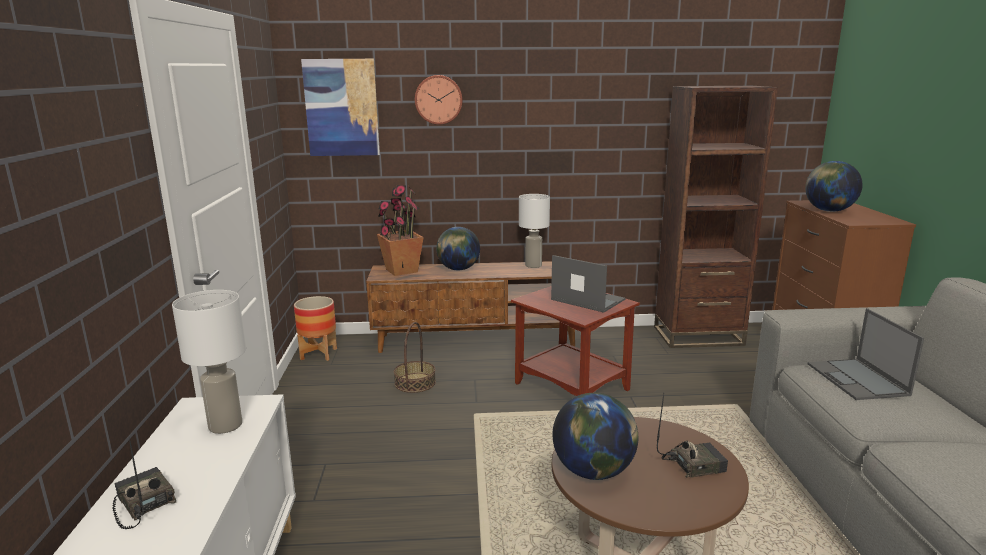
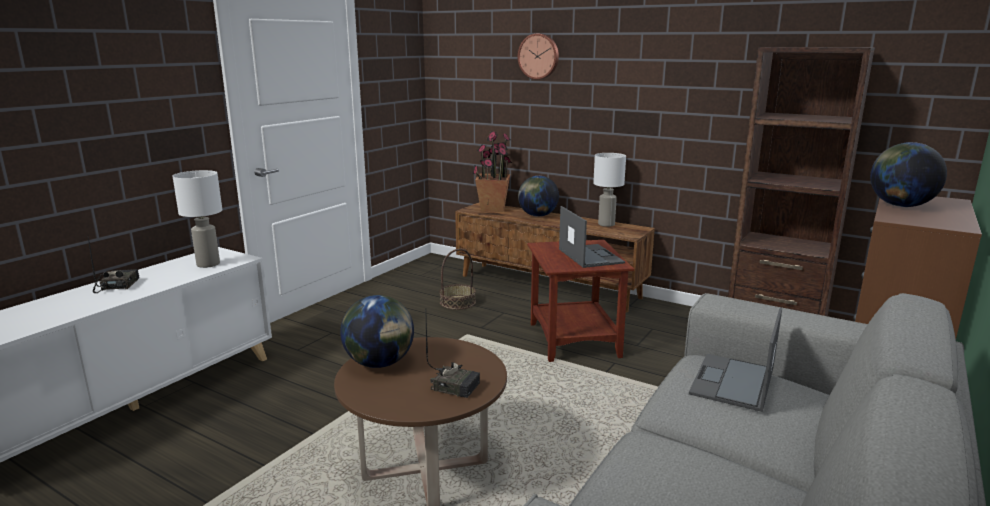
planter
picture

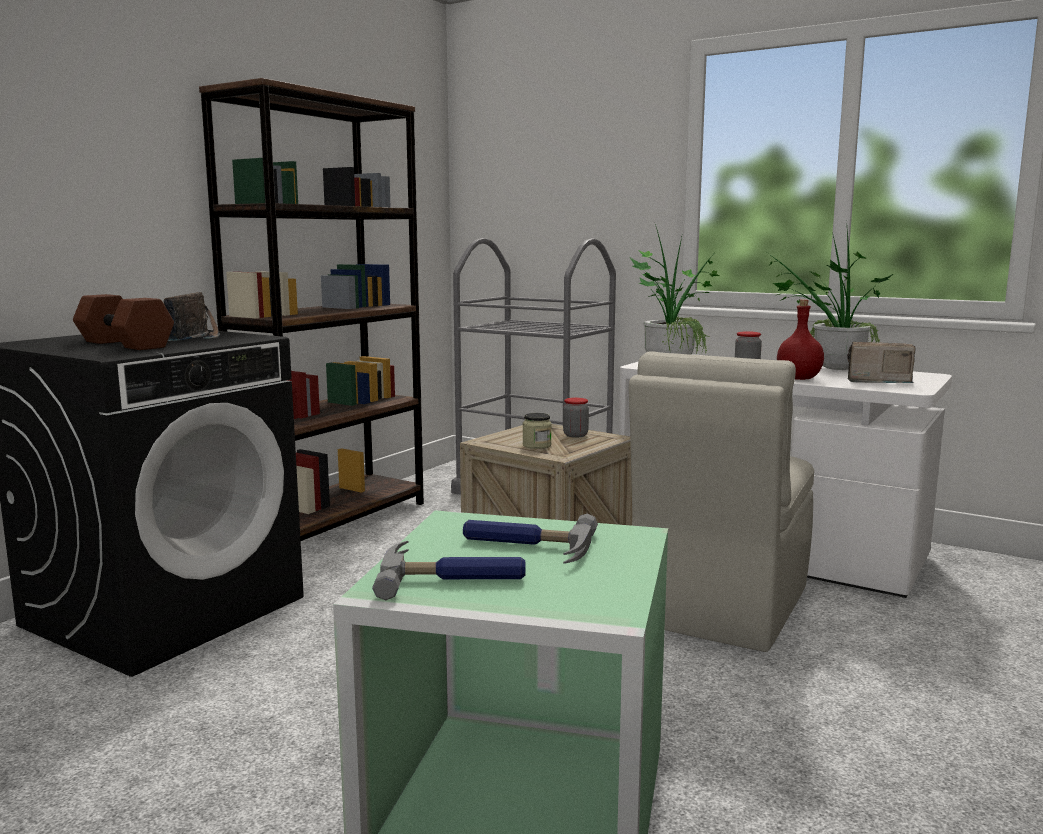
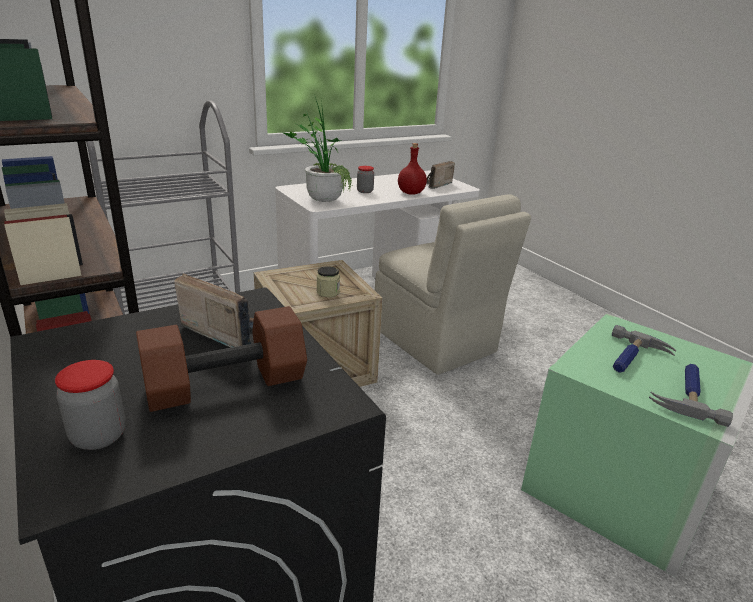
jar (no. 1 from left)
potted plant (no. 2 from left in the first image)

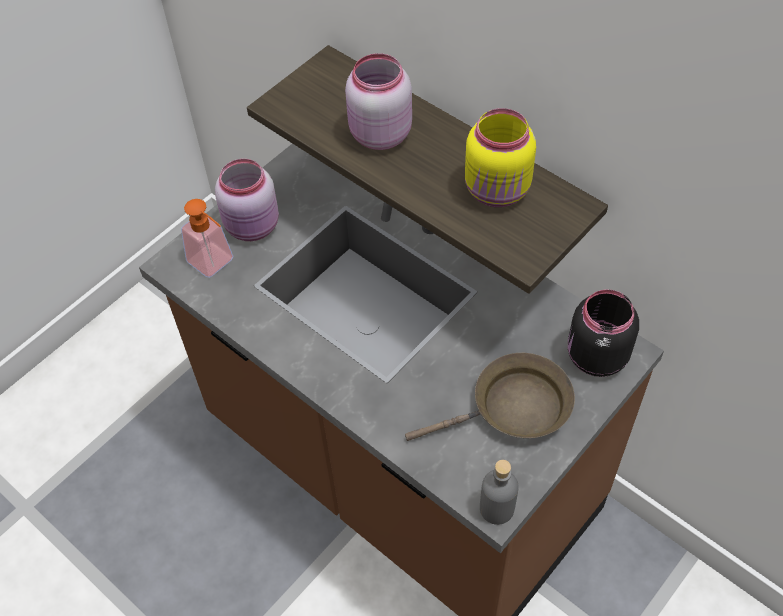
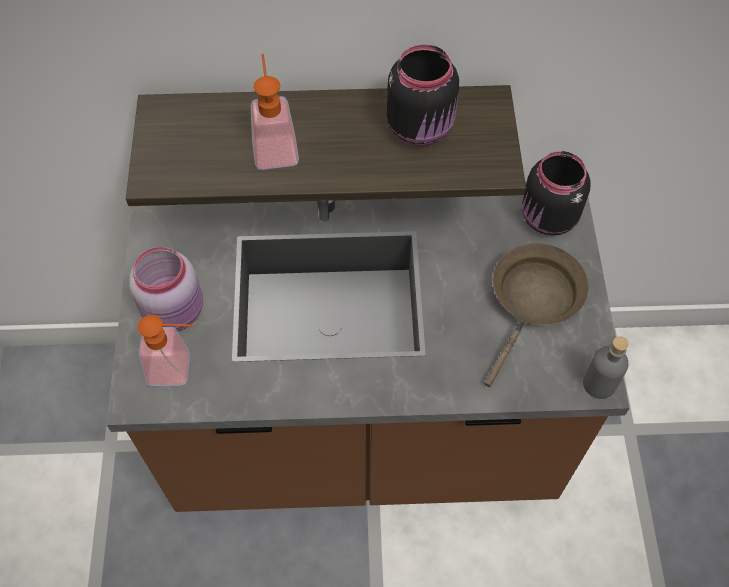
soap dispenser (no. 2 from left)
jar (black) (no. 1 from left)

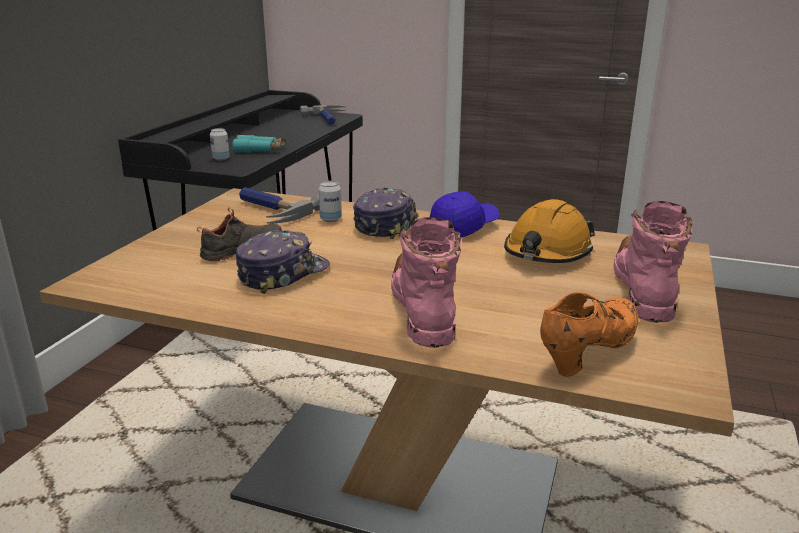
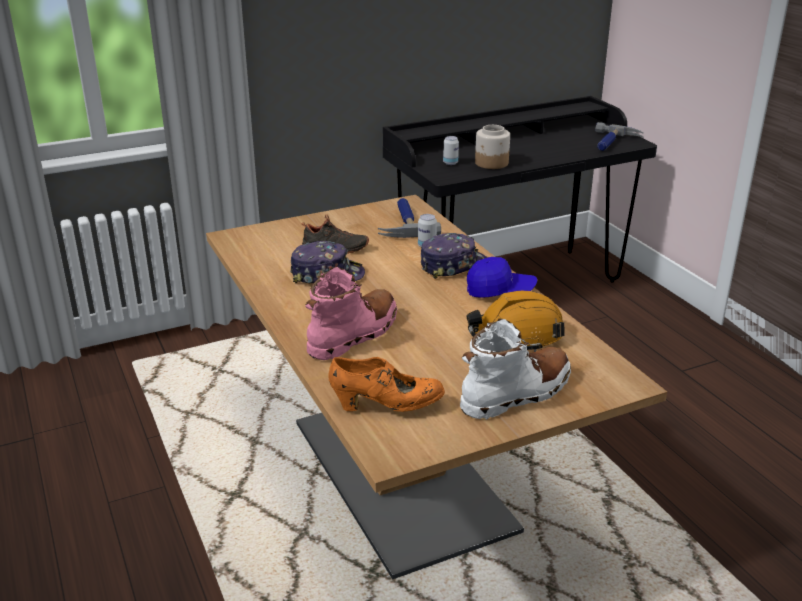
jar
boot (white)

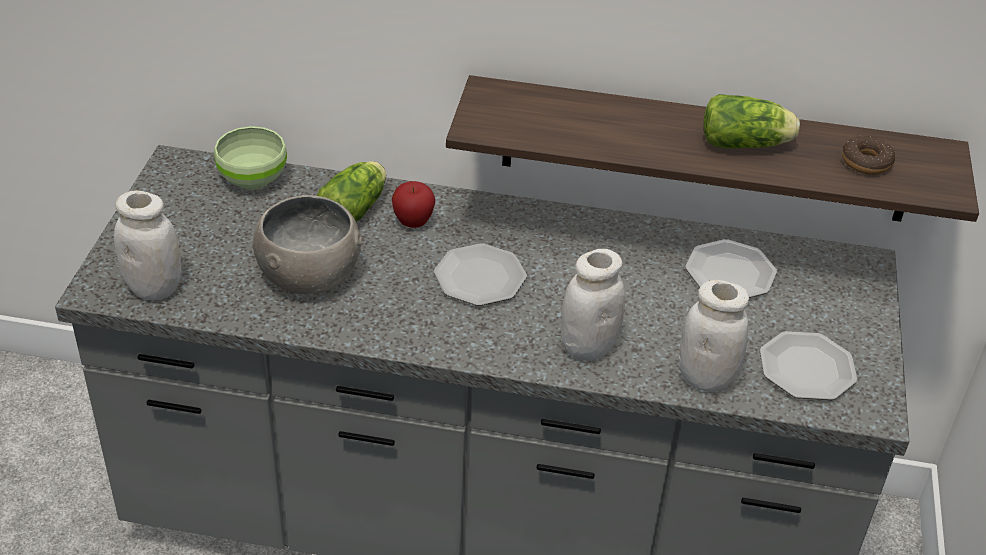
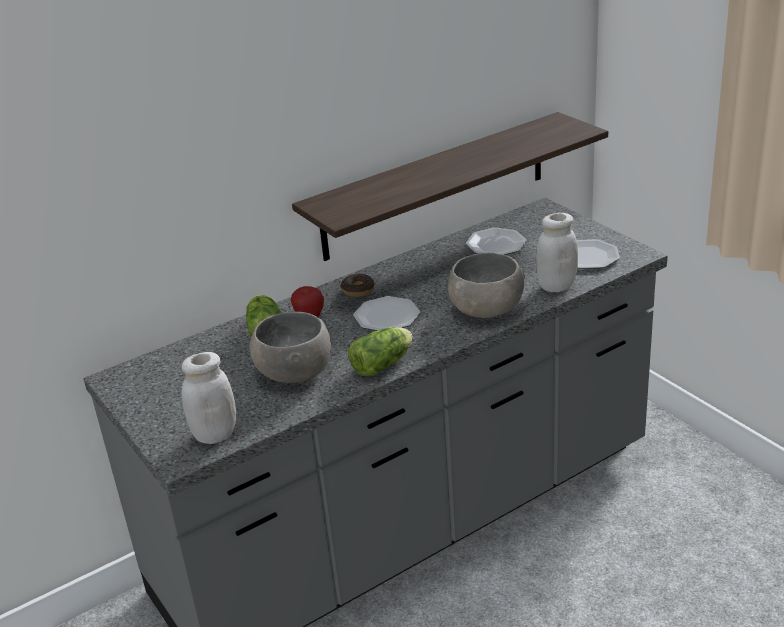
bowl (green)
bowl (grey) (no. 2 from left)
lettuce (no. 2 from left)
donut

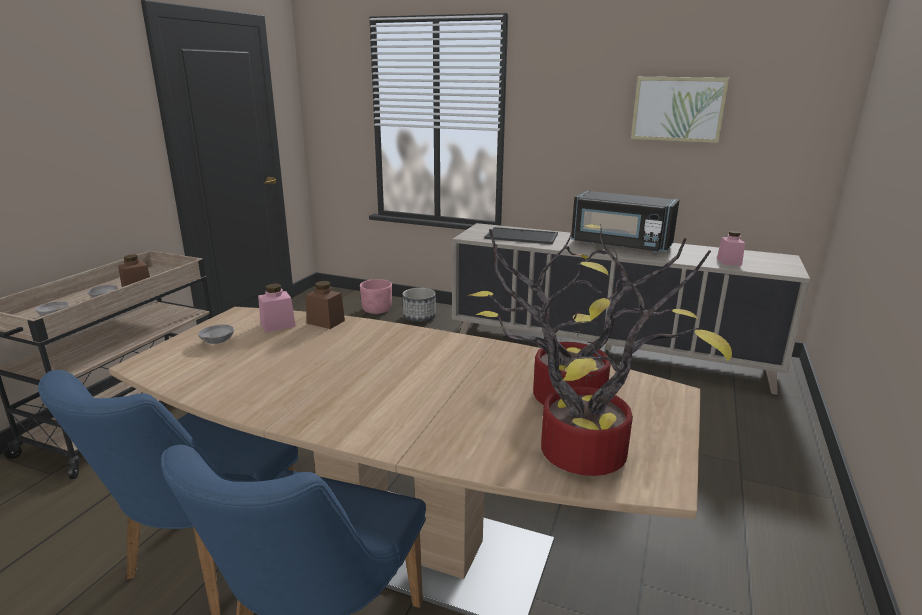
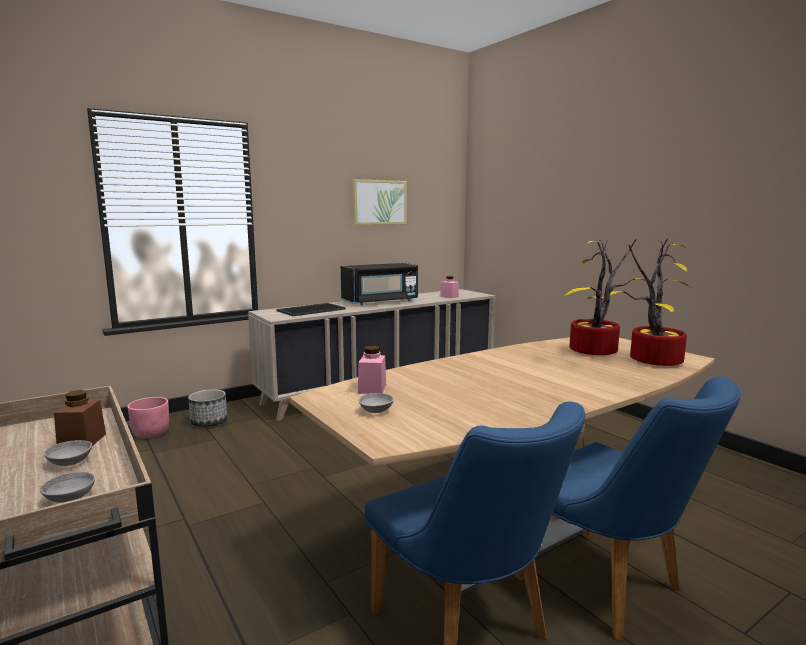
jar (brown) (no. 2 from left in the first image)

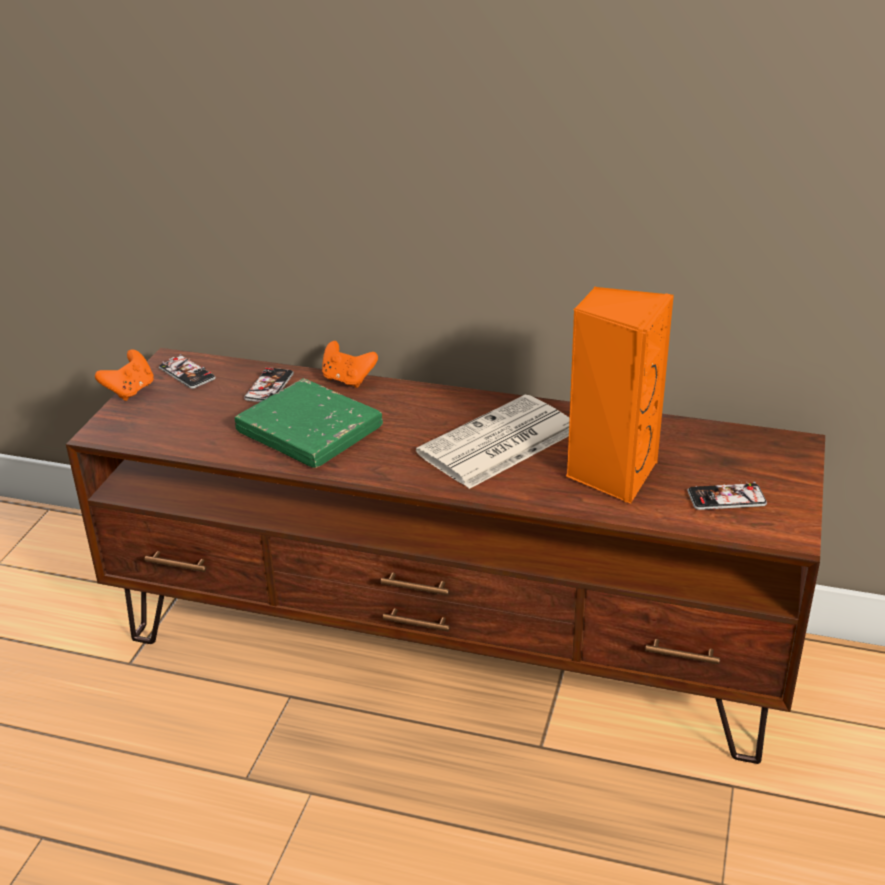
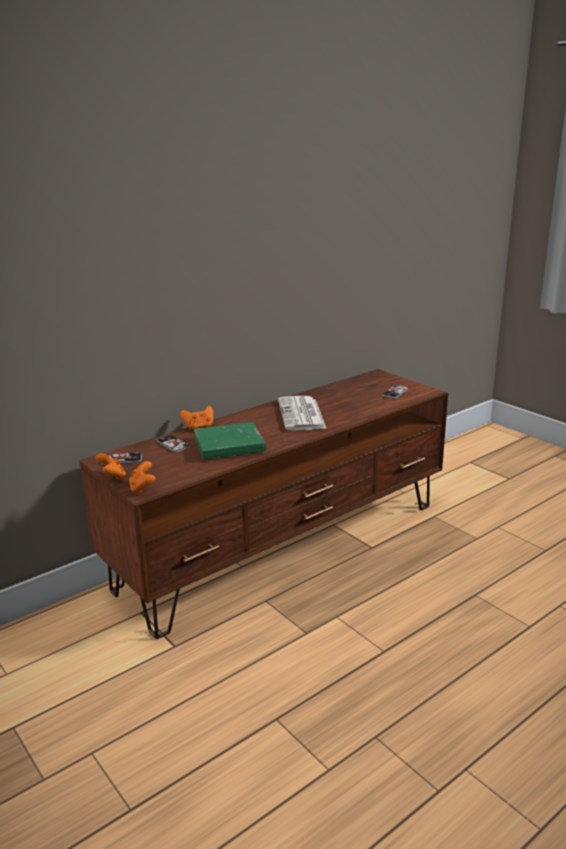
speaker (orange)
game controller (orange) (no. 2 from left)

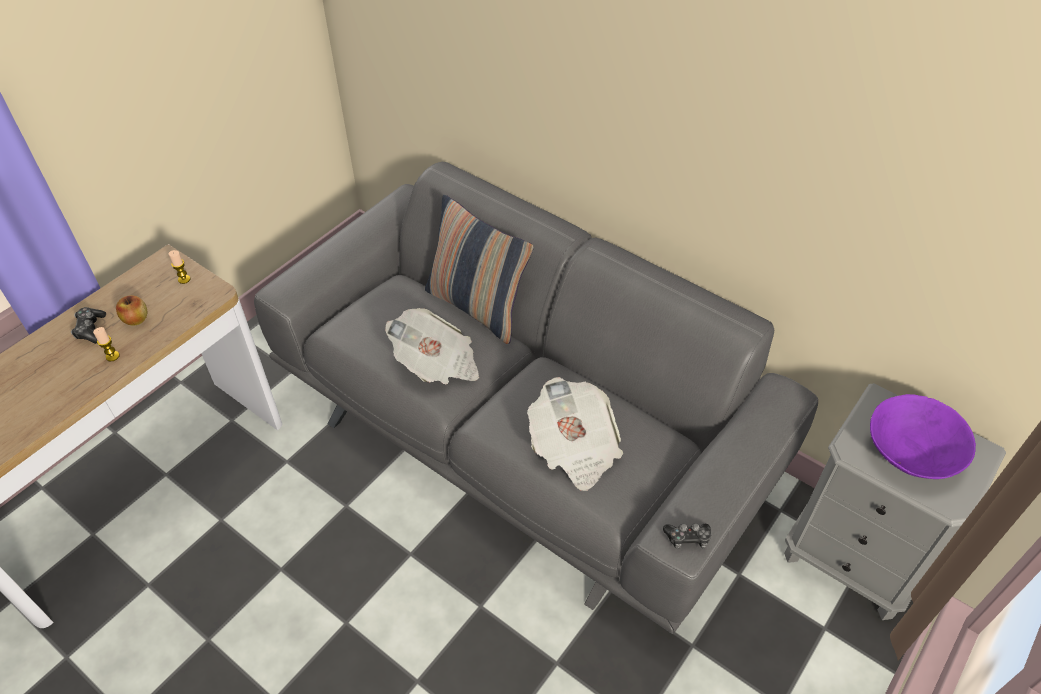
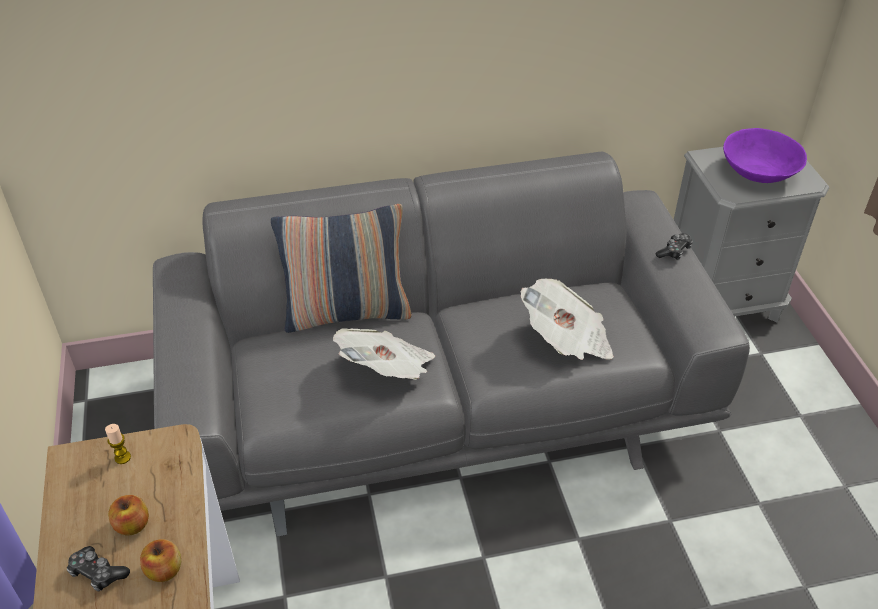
apple (no. 2 from left)
game controller (no. 2 from left)

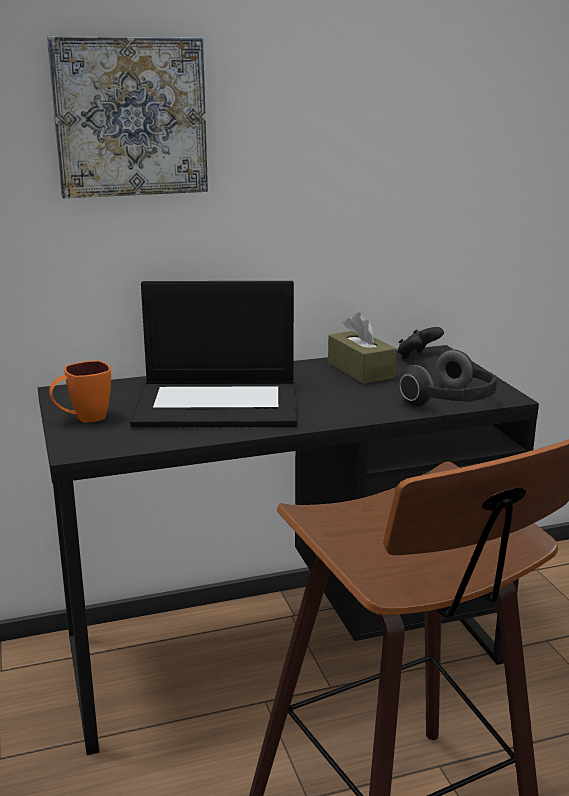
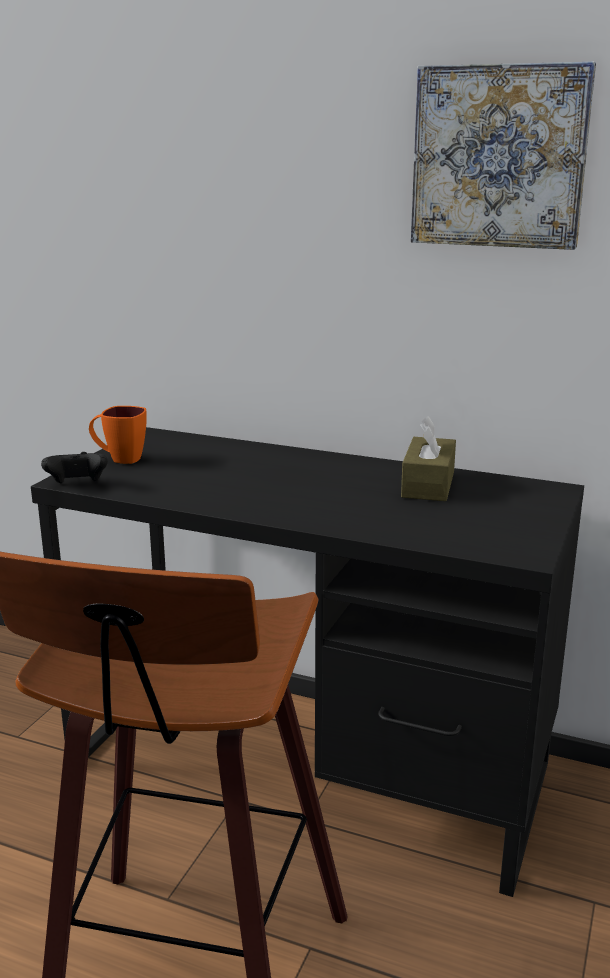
picture
laptop
game controller (black)
headphones

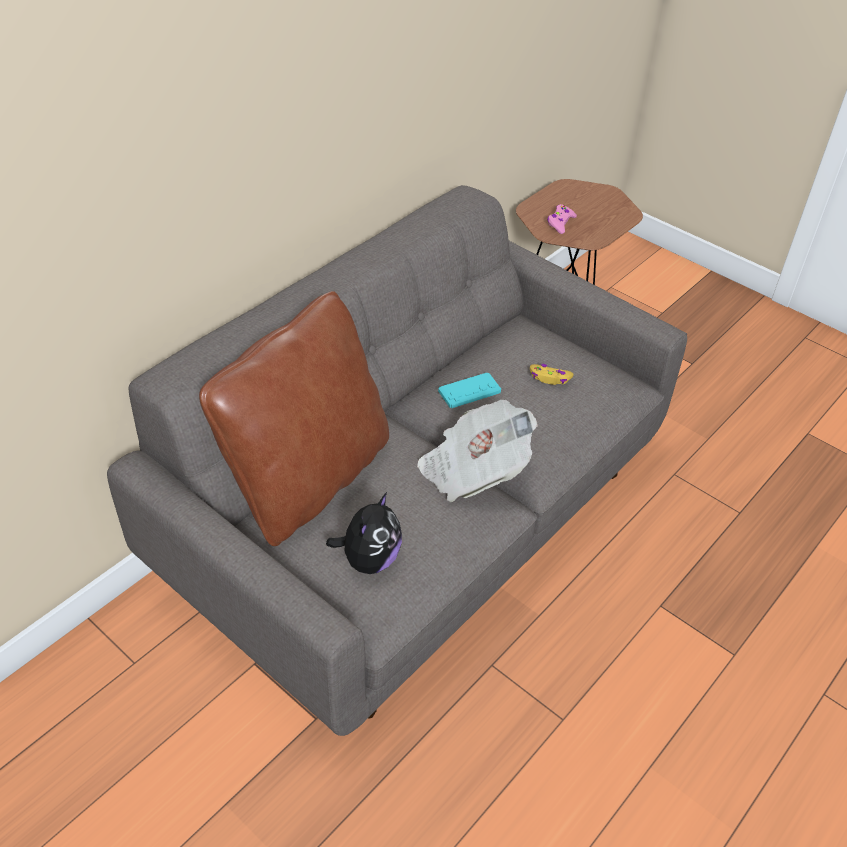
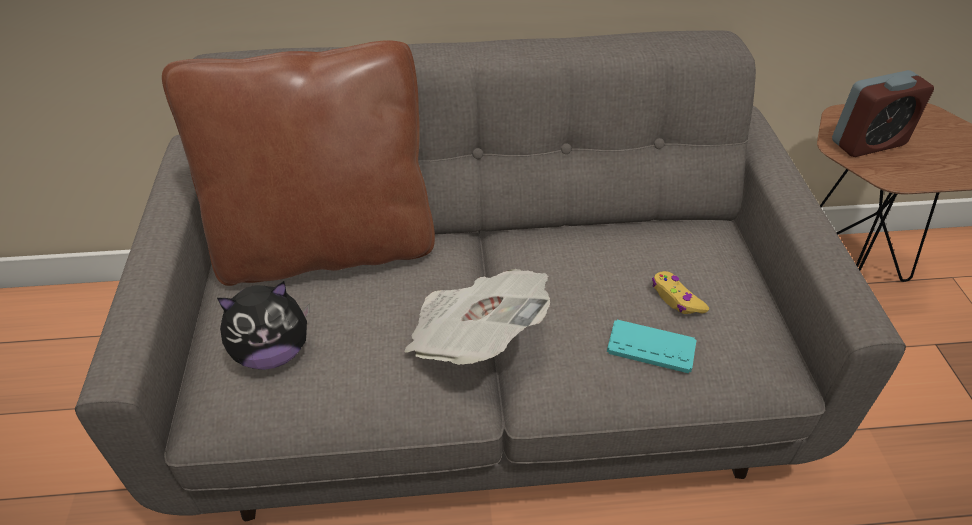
game controller (turquoise)
alarm clock

